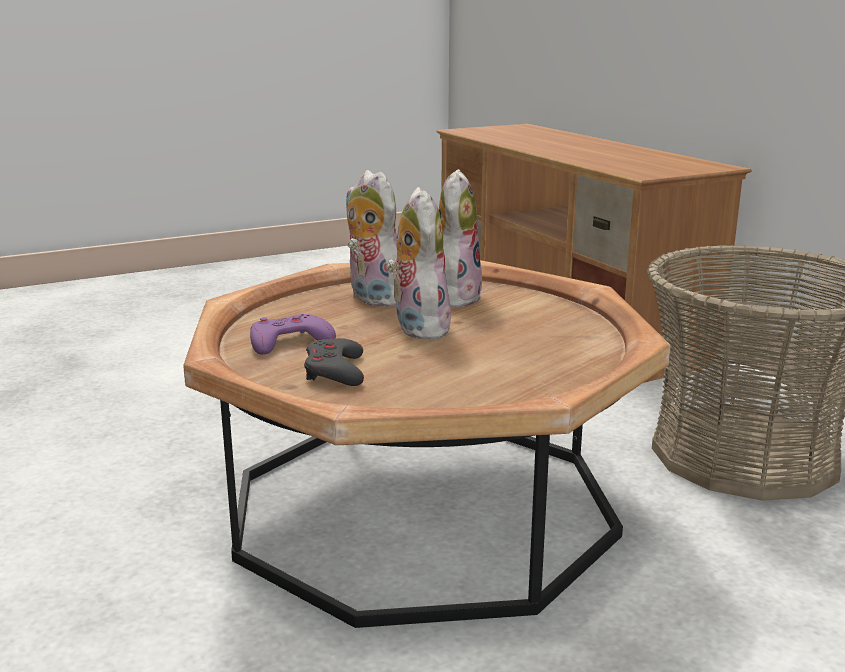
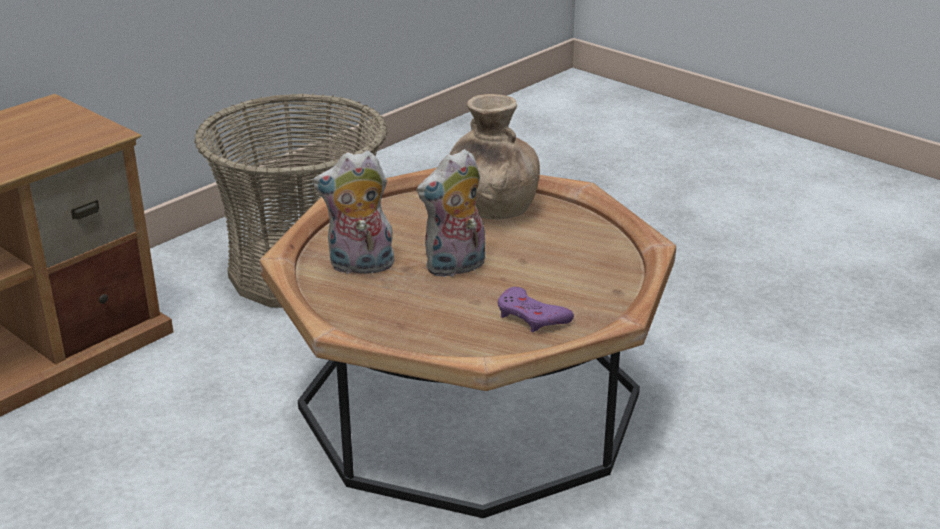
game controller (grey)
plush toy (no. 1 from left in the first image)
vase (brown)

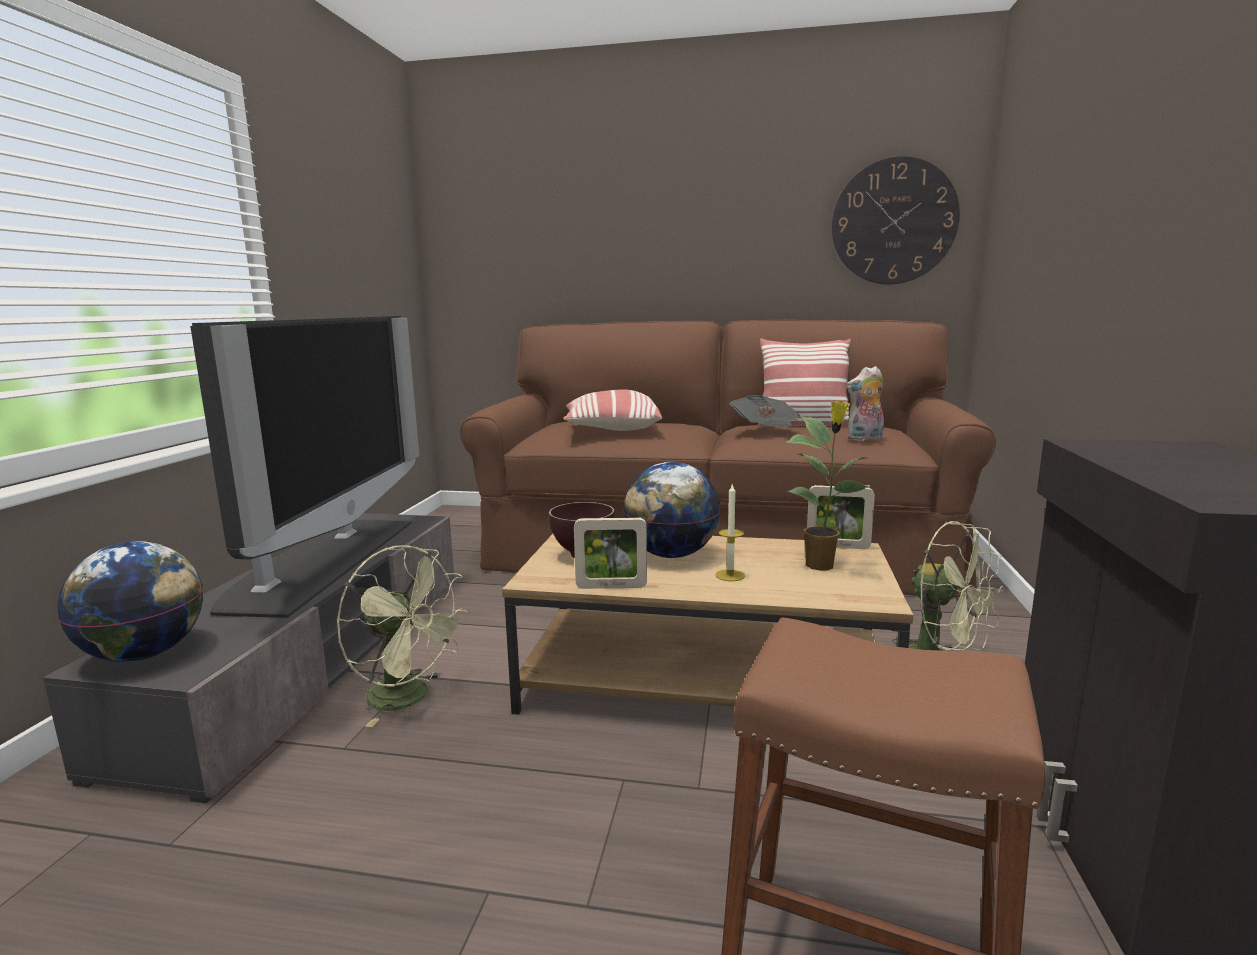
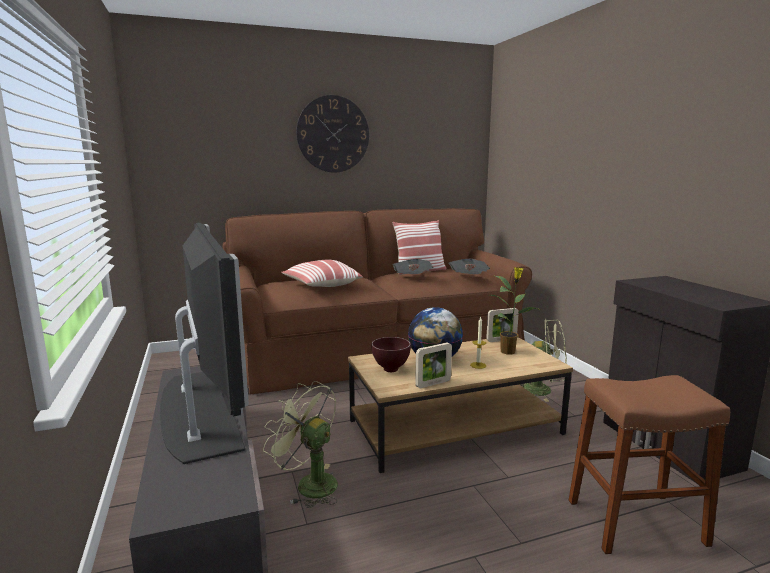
globe (no. 1 from left in the first image)
fan (green) (no. 1 from left)
wall clock
newspaper (no. 2 from left)

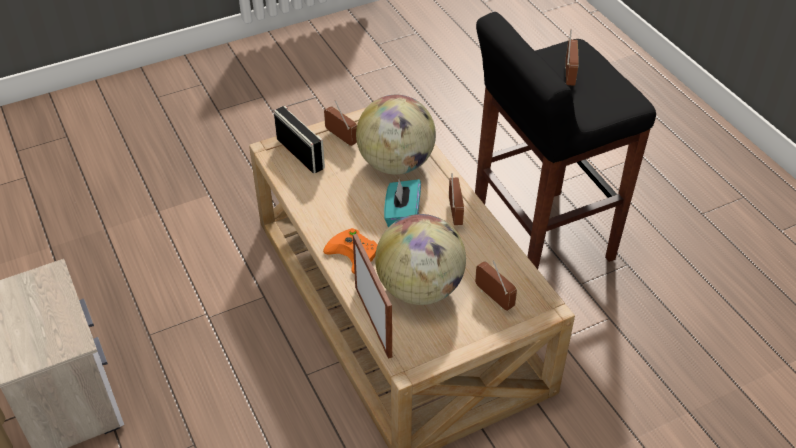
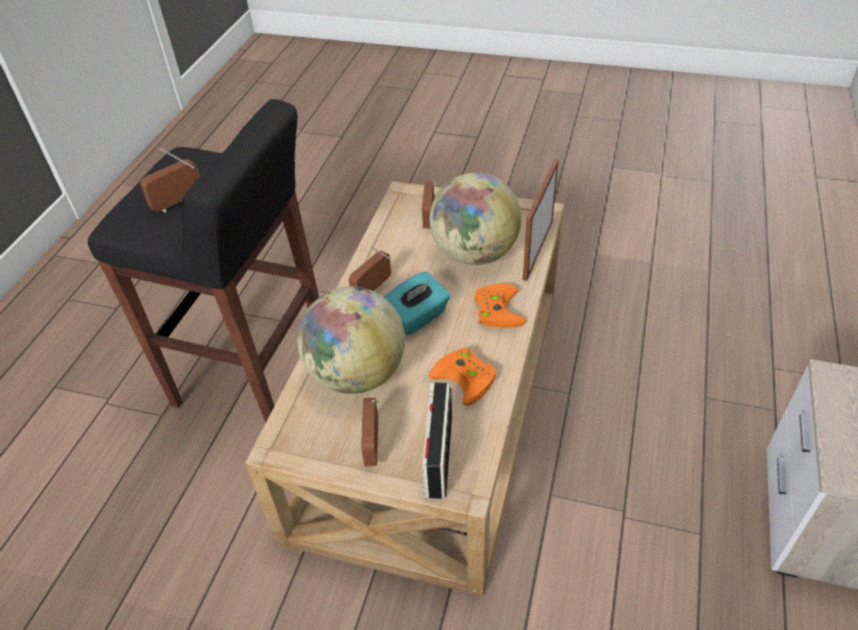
game controller (orange) (no. 1 from left)

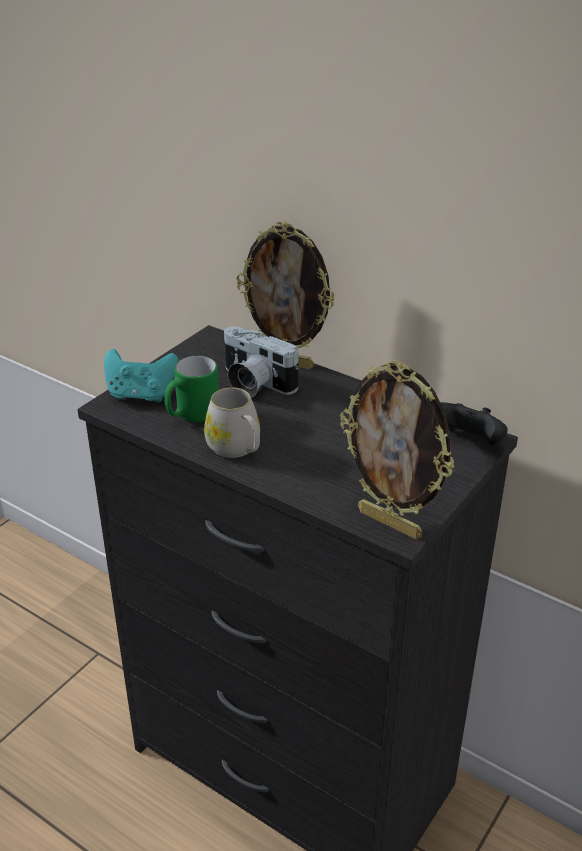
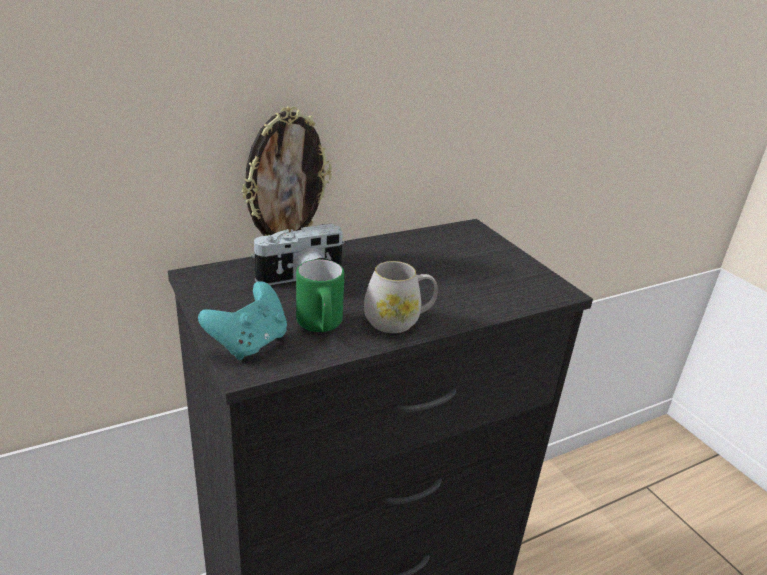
picture frame (no. 2 from left in the first image)
game controller (black)

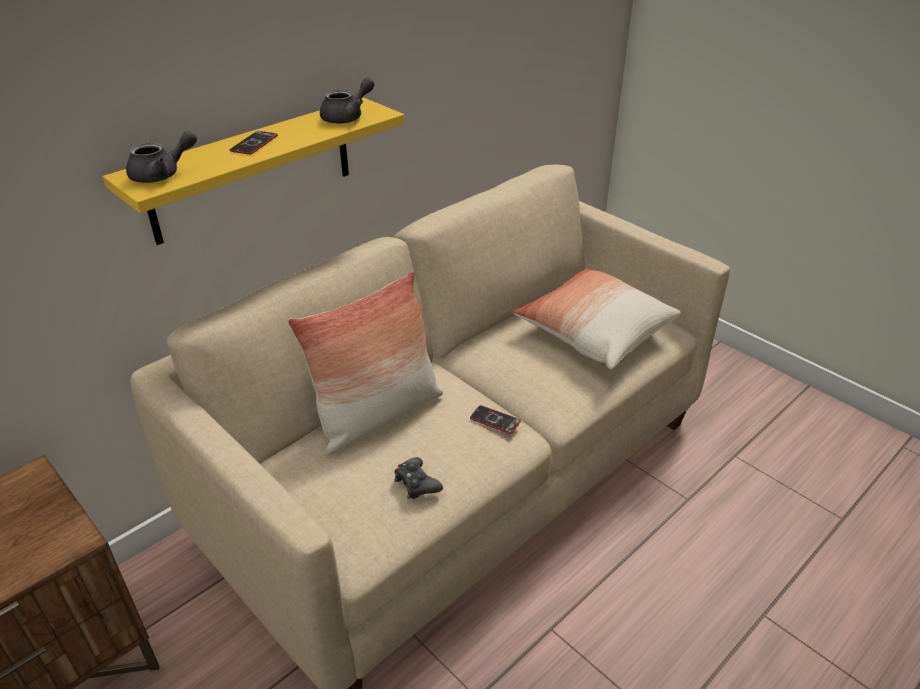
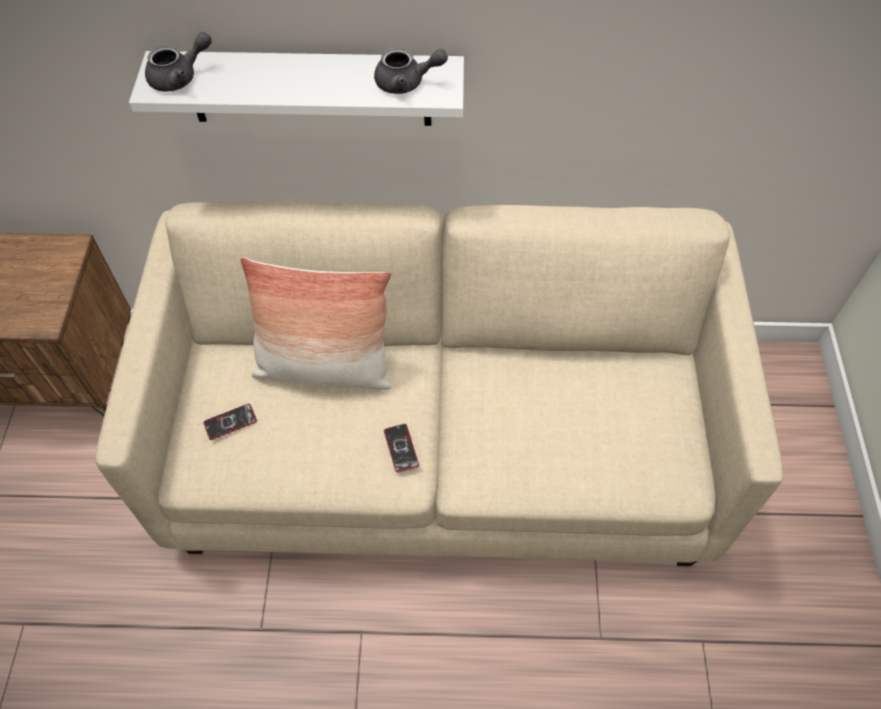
shelf (white)
teapot (grey) (no. 1 from left)
phone (no. 1 from left)
game controller (black)
pillow (no. 2 from left in the first image)

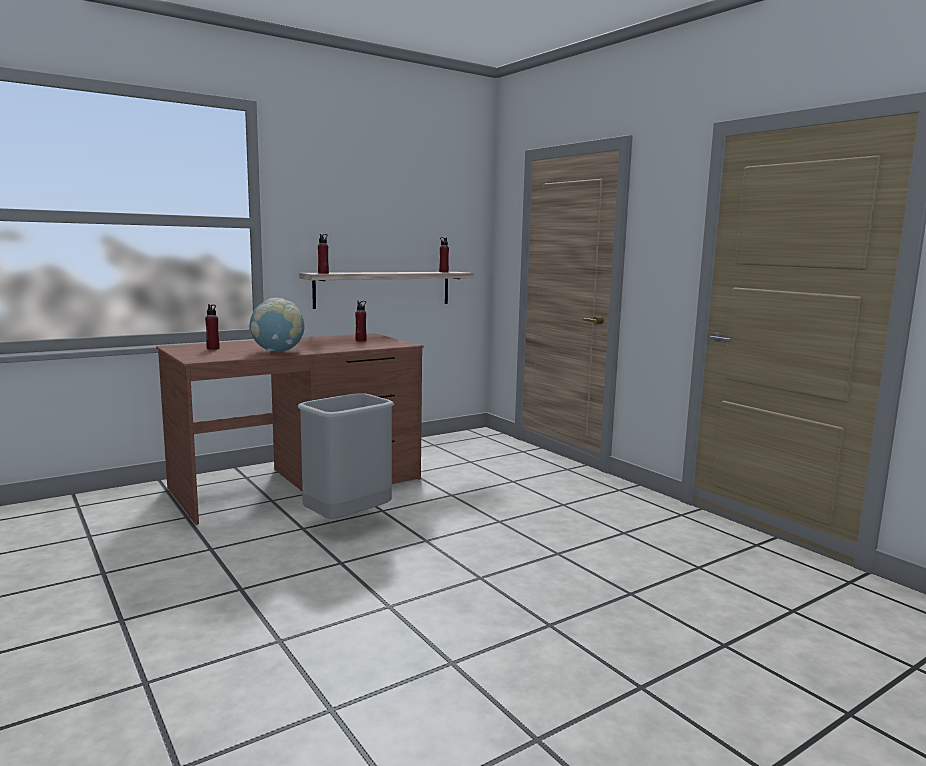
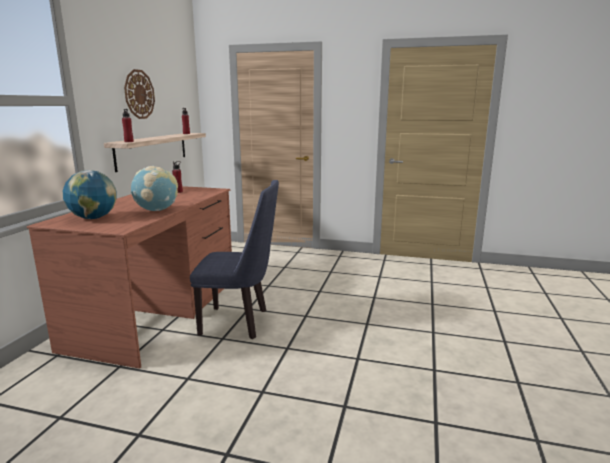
globe (no. 1 from left)
chair (blue)
wall clock

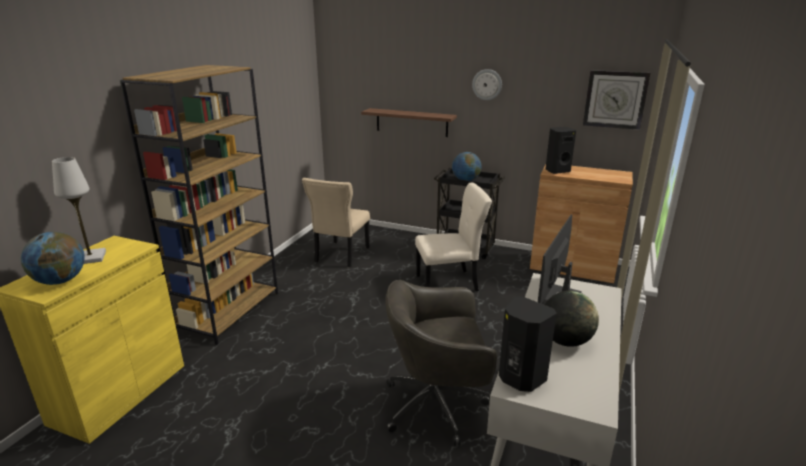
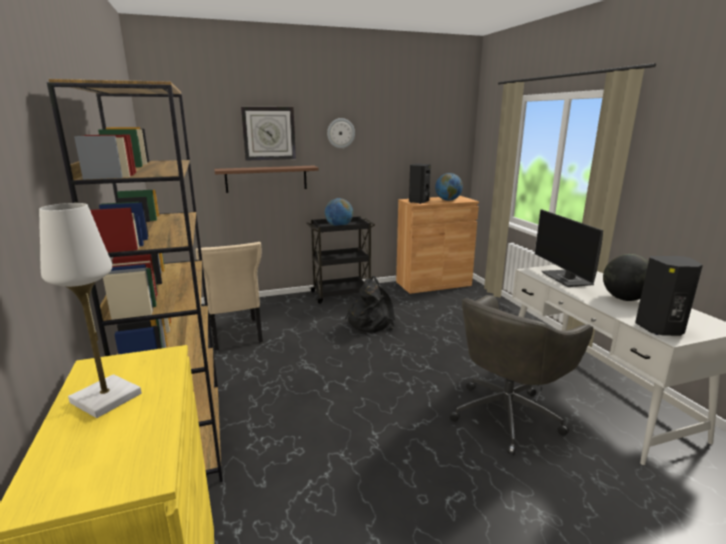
globe (no. 2 from left)
backpack (black)
wall clock (no. 1 from left)

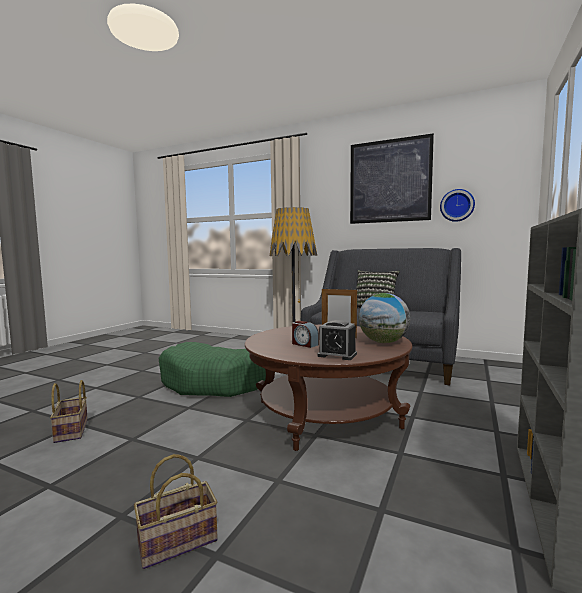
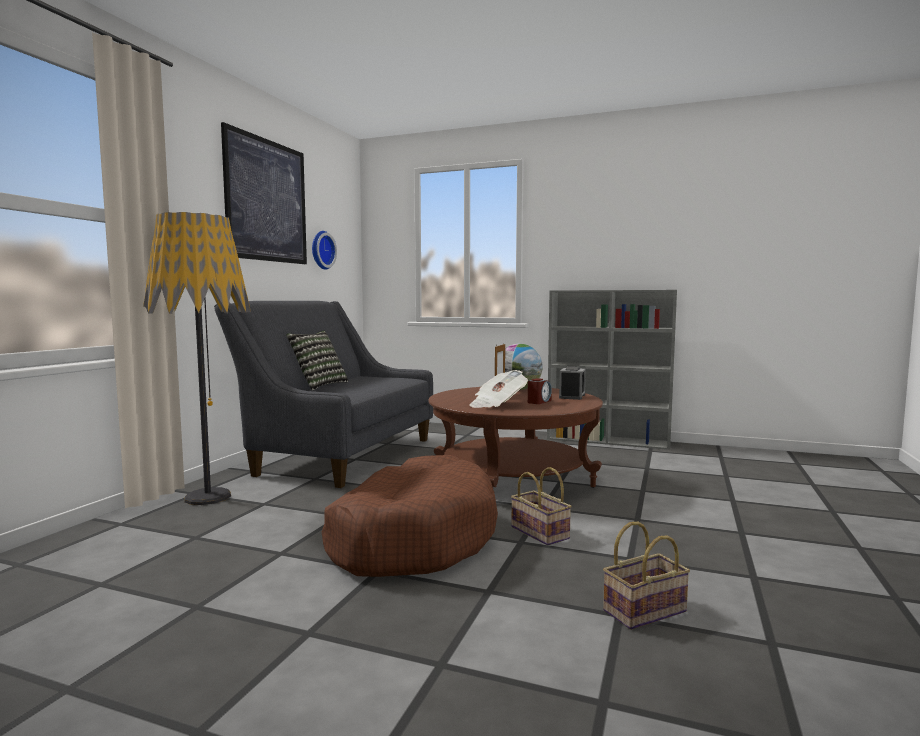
basket (no. 1 from left)
dog bed (brown)
newspaper

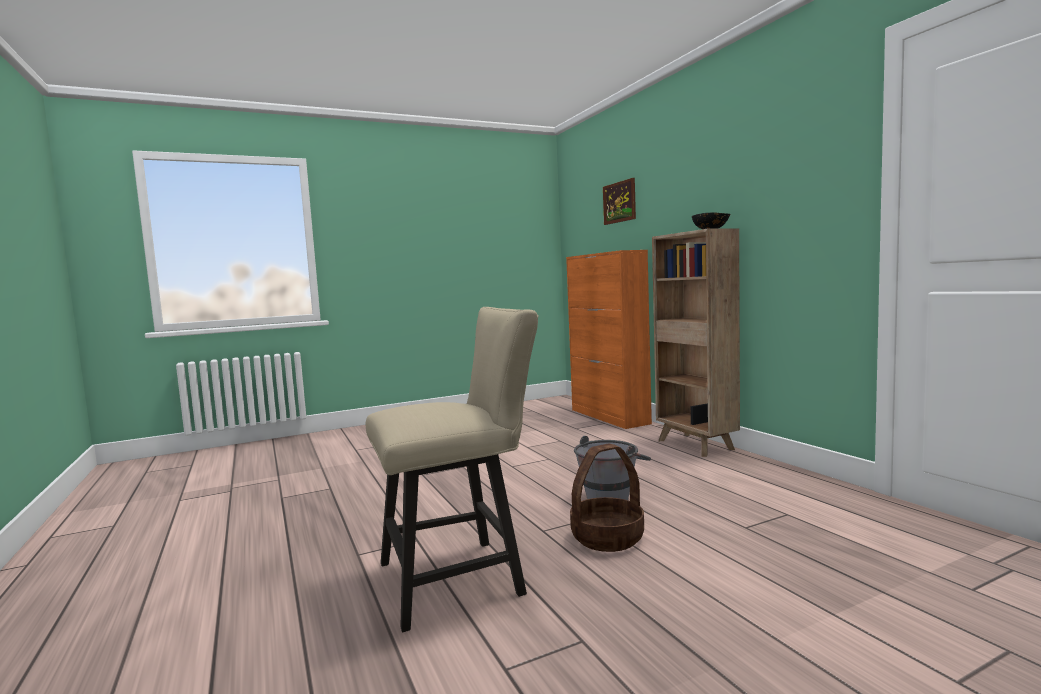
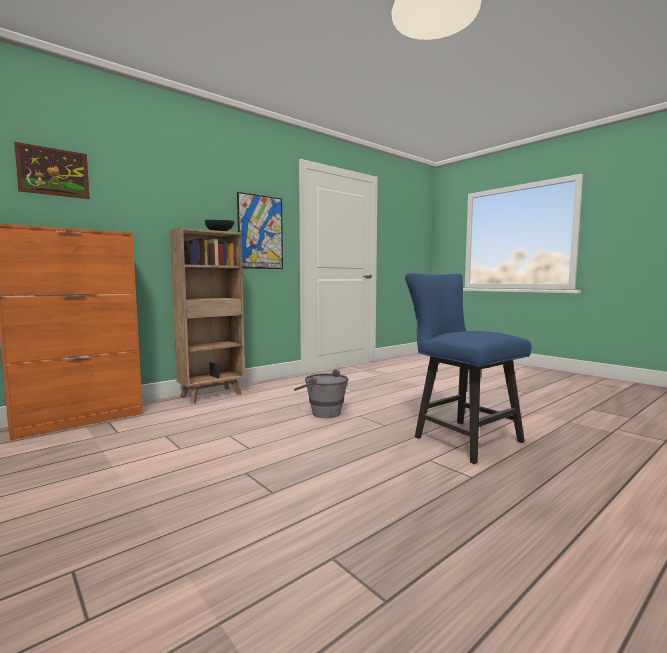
chair (blue)
basket
picture (no. 2 from left)

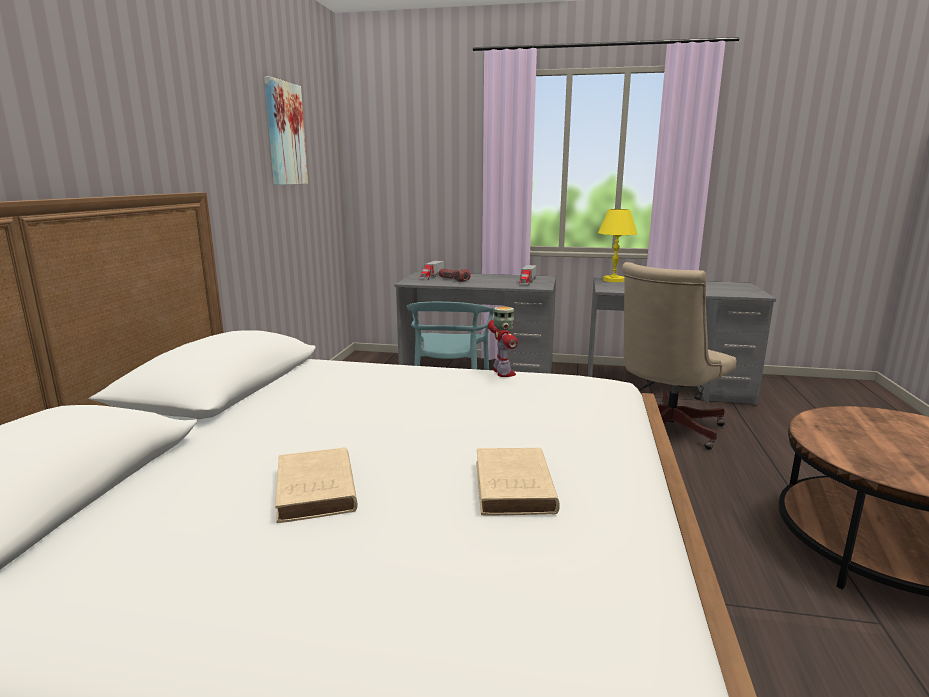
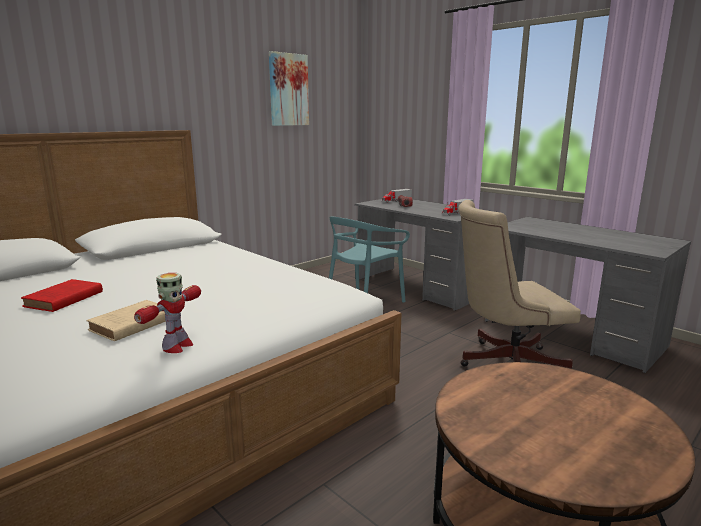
book (red)
toy robot
table lamp (yellow)

